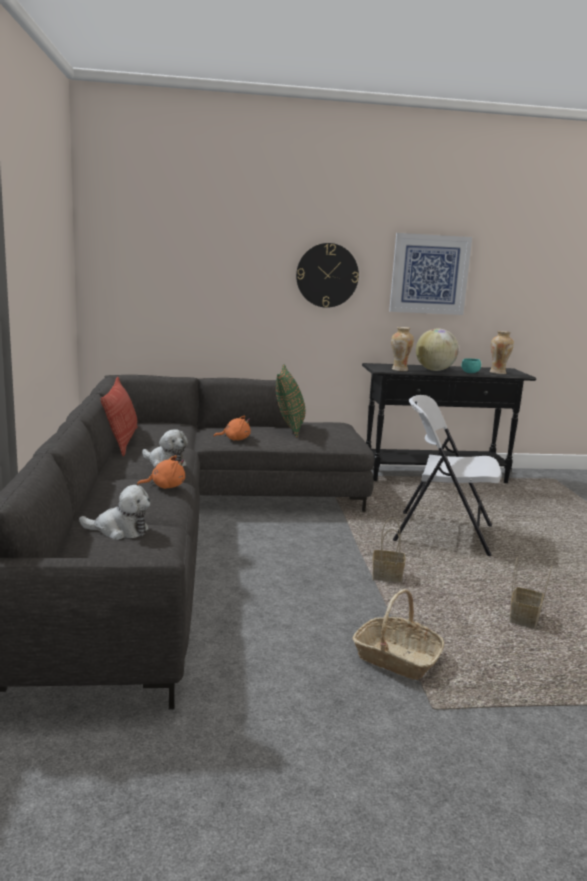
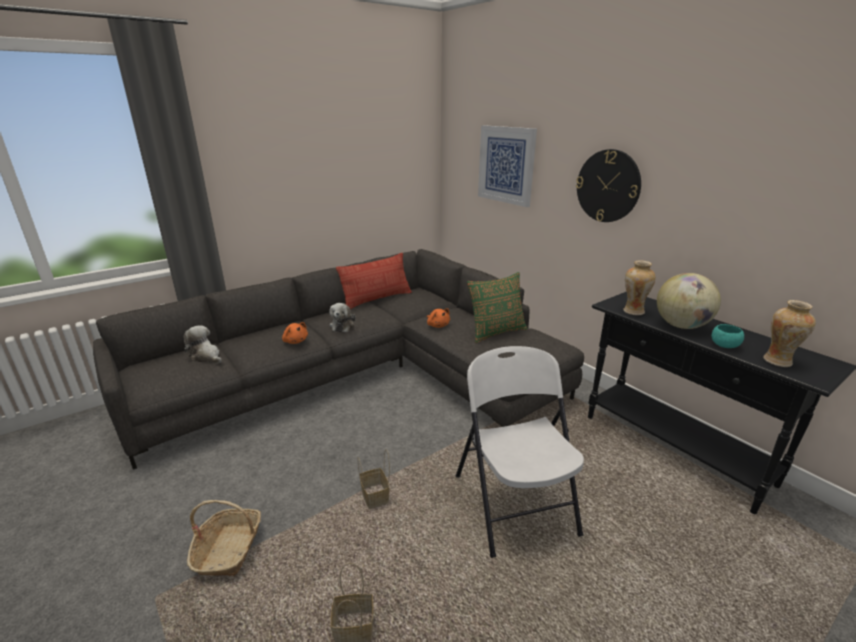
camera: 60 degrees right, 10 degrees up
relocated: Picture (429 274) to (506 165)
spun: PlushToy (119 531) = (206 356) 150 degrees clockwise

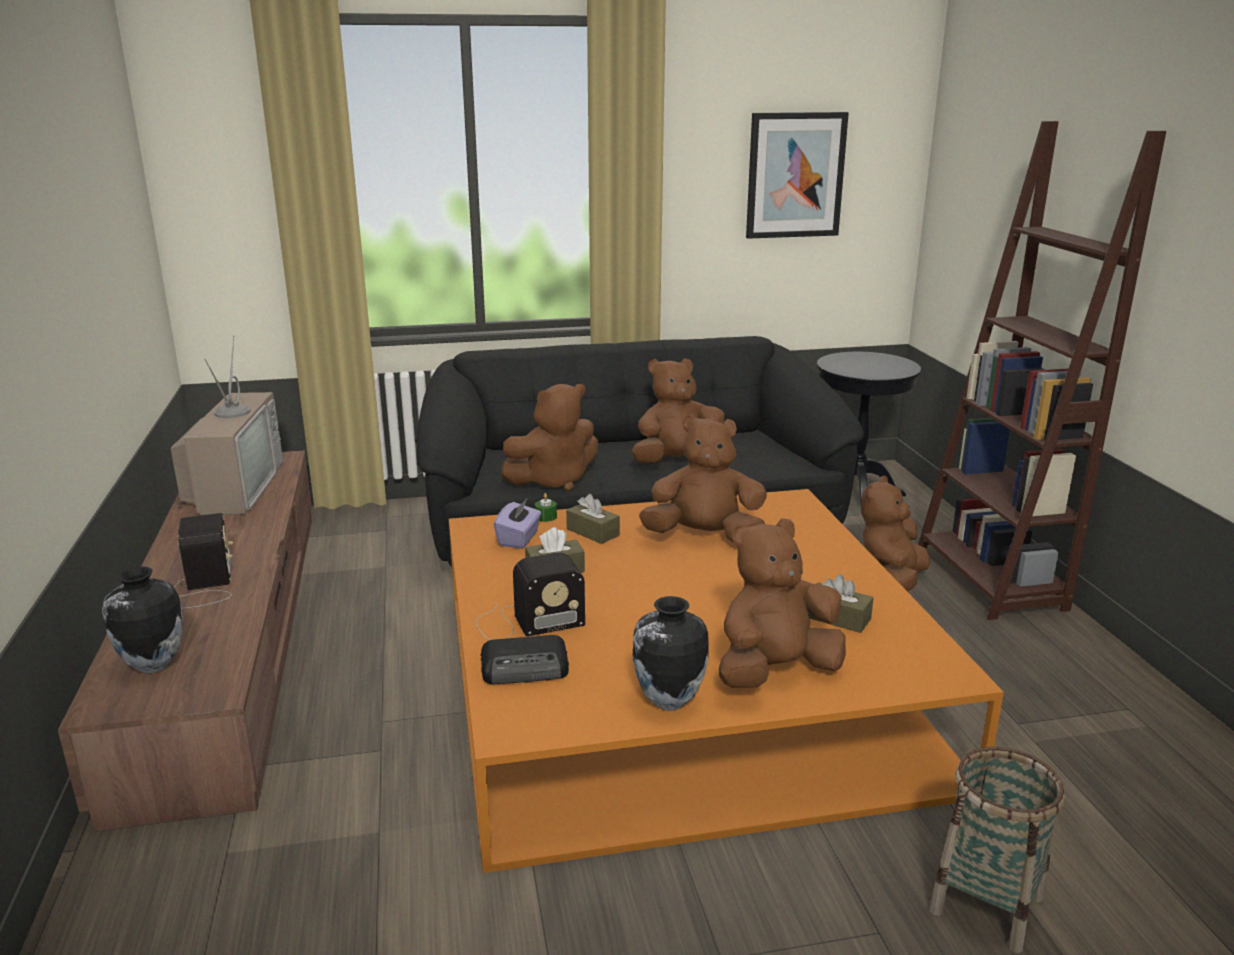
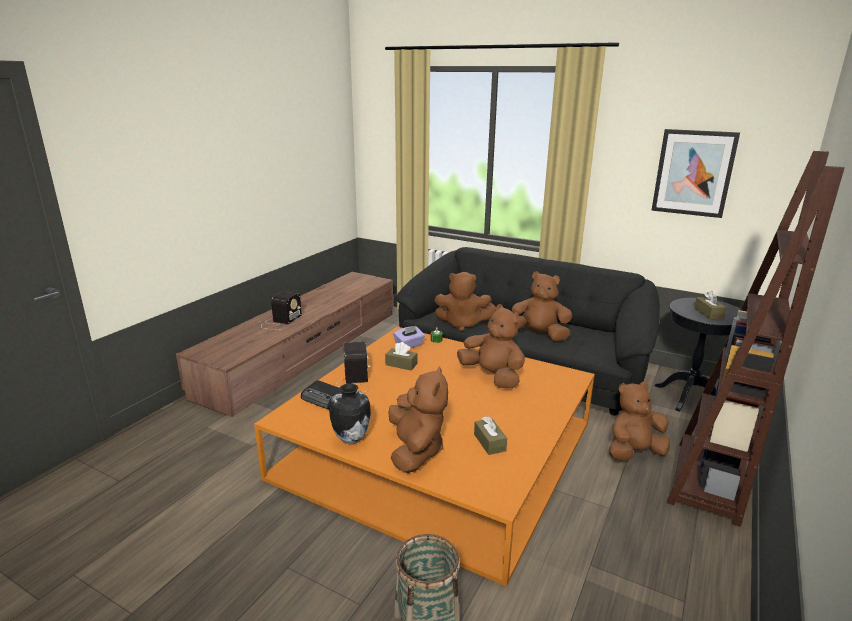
camera: 40 degrees right, 0 degrees up
missing: Television (234 487); Vase (152 665)
relocated: BrownTissueBox (592 532) to (708 313)
spun: BrownPlushToy (775 671) = (415 451) 75 degrees clockwise; Radio (526 622) = (354 381) 120 degrees counterclockwise

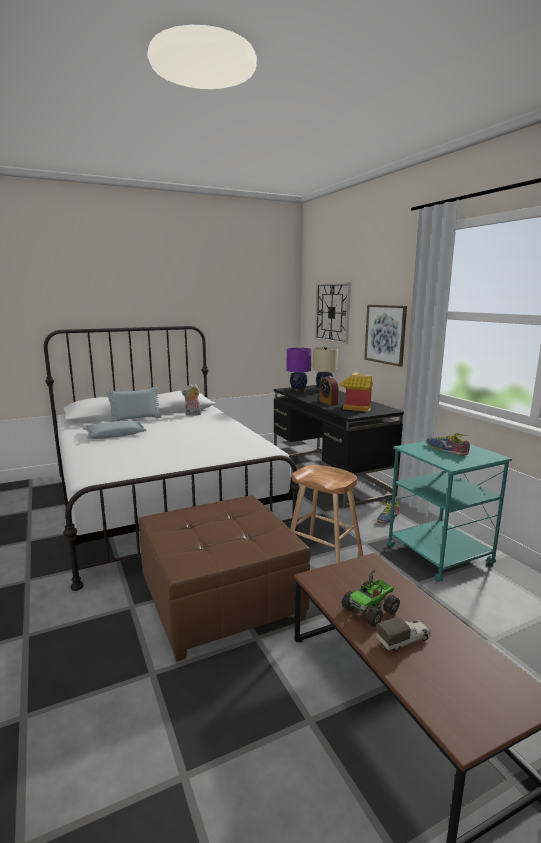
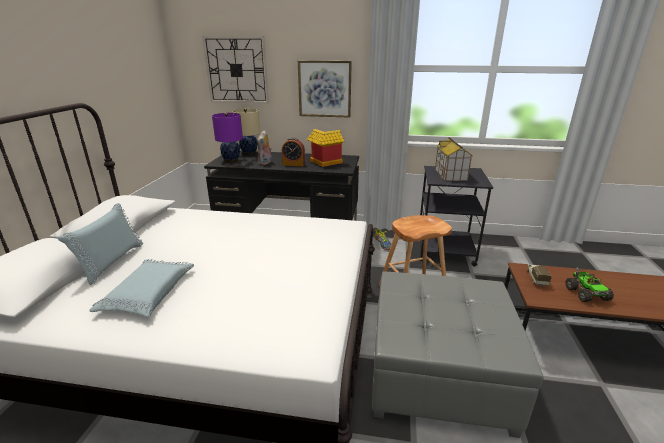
camera: 55 degrees left, 10 degrees up
relocated: PlushToy (193 415) to (265 163); ToyTruck (403 640) to (536 278)
exchanged: Shoe (446 449) to ToyHouse (451 174)
colour: TurquoiseCart (440 555) to BlackCart (446 250); BrownOttoman (221 598) to GreyOttoman (437 371)

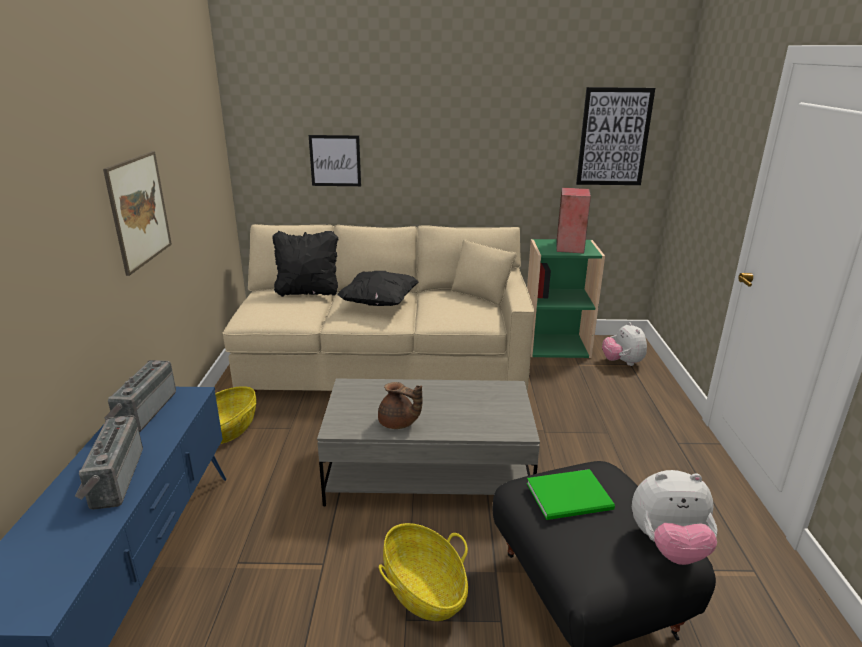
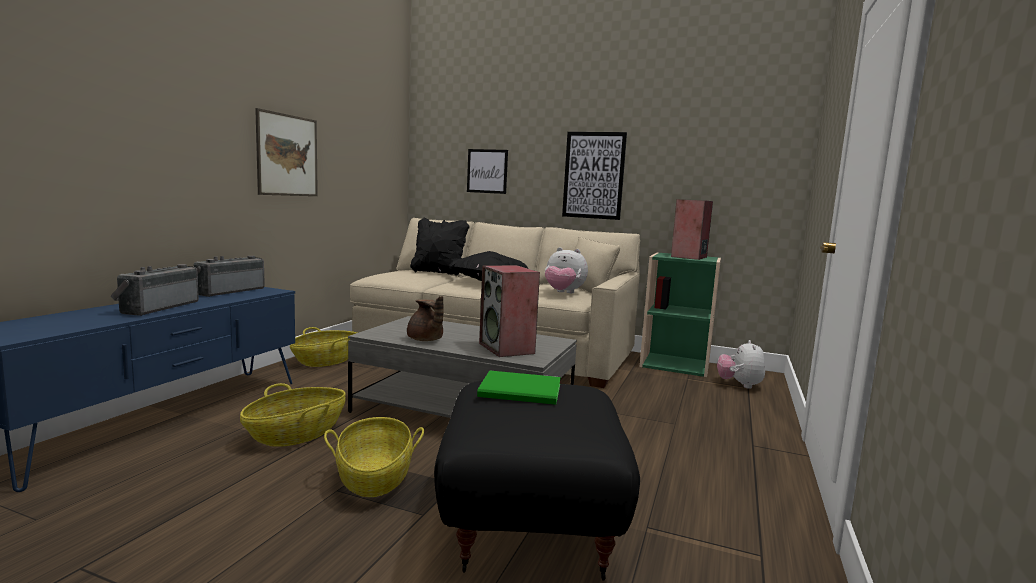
camera: 20 degrees right, 15 degrees down
appeared: Speaker (507 348); Basket (296 434)
relocated: Picture (614 137) to (593 175); PlushToy (668 546) to (563 293)

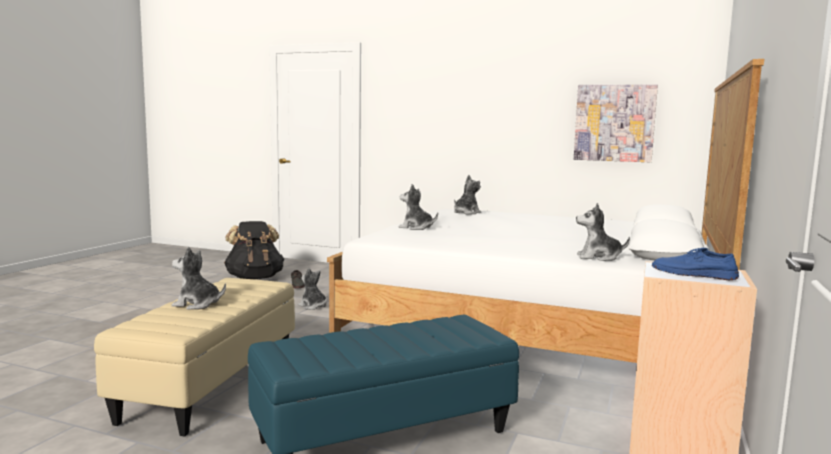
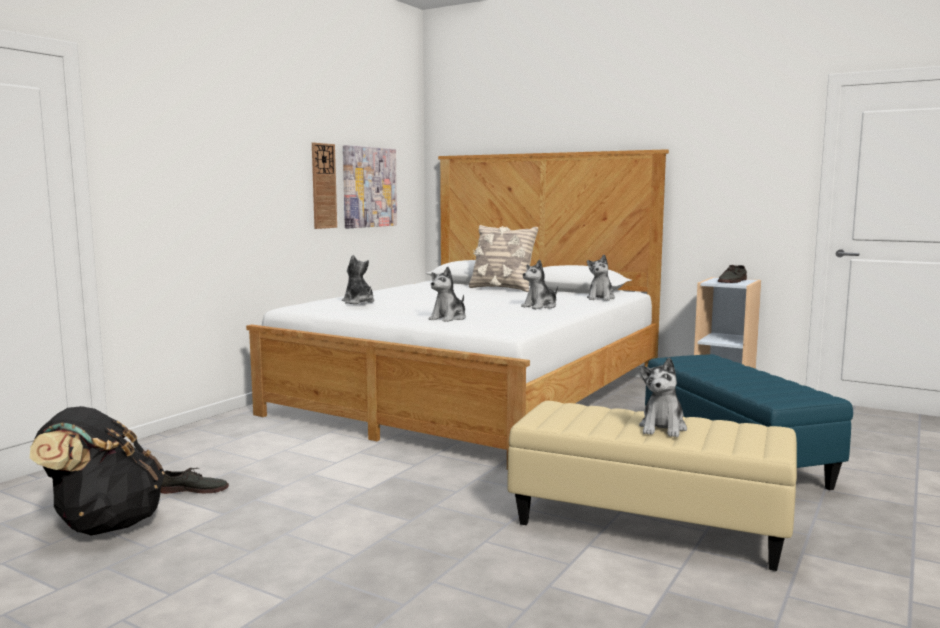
camera: 80 degrees left, 0 degrees up
appeared: WallClock (323 186); BeigePillow (502 289)
relocated: PlushToy (313 306) to (540 306)
colour: BlueShoe (693 274) to GreyShoe (733 281)

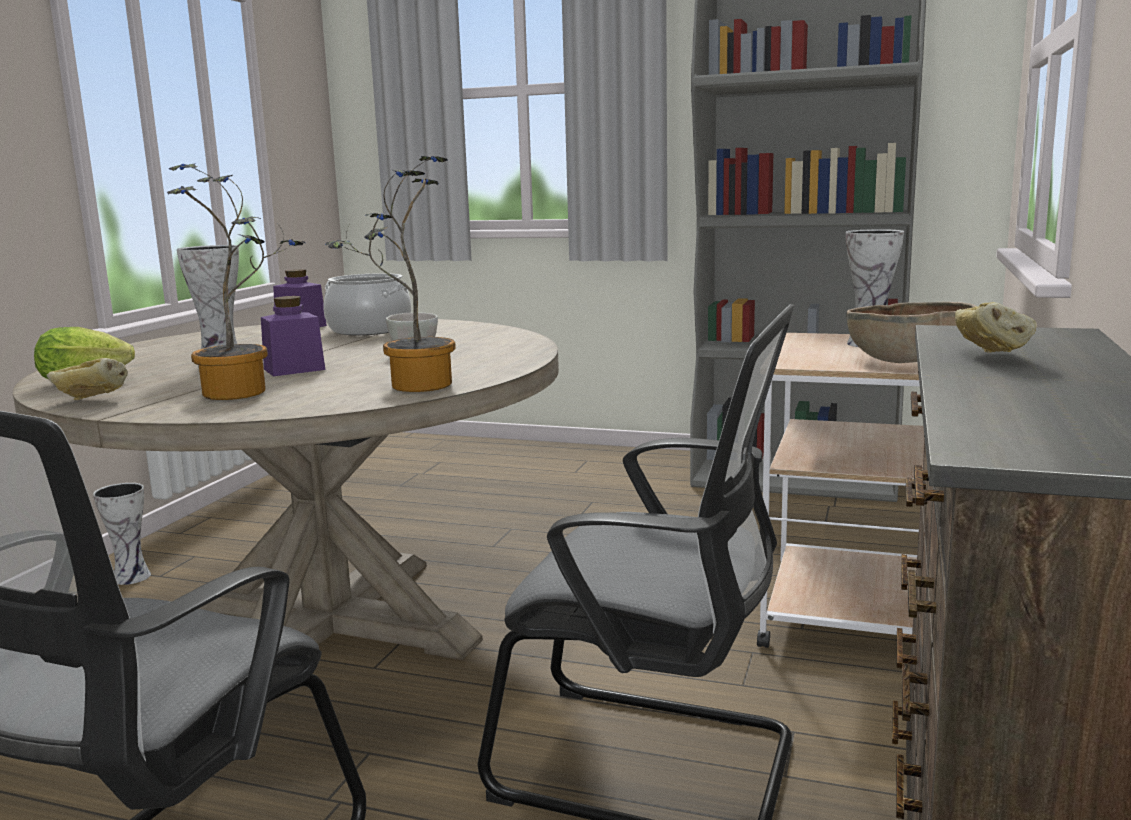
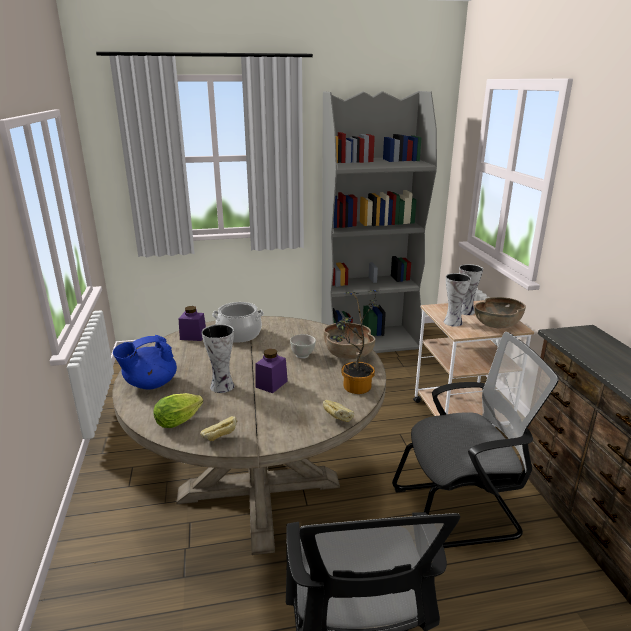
camera: 30 degrees left, 10 degrees up
missing: PottedPlant (245 392)
appeared: BrownBowl (347 355); BlueTeapot (150 384)
relocated: Bread (989 357) to (337 420); Vase (133 576) to (452 322)

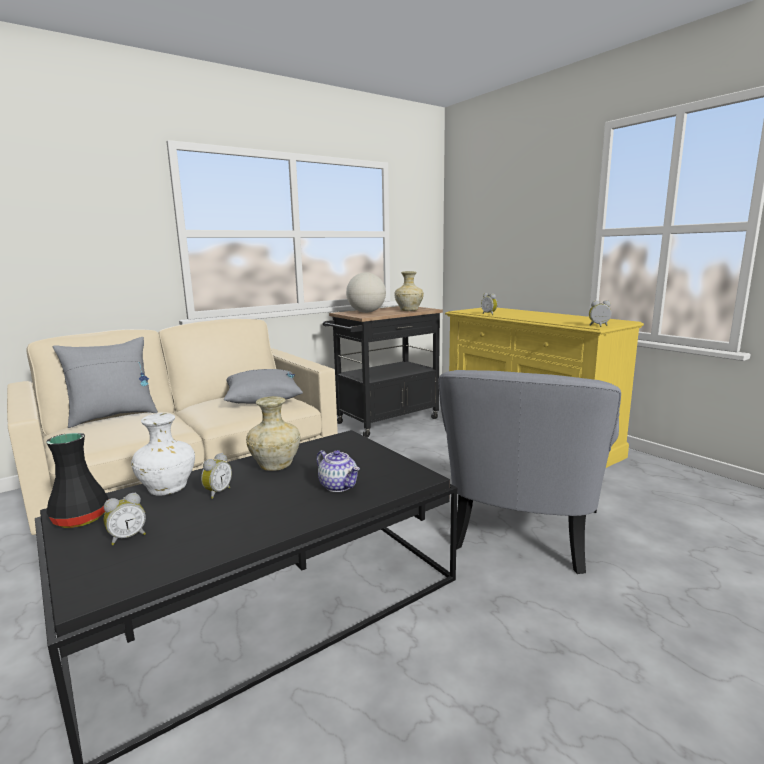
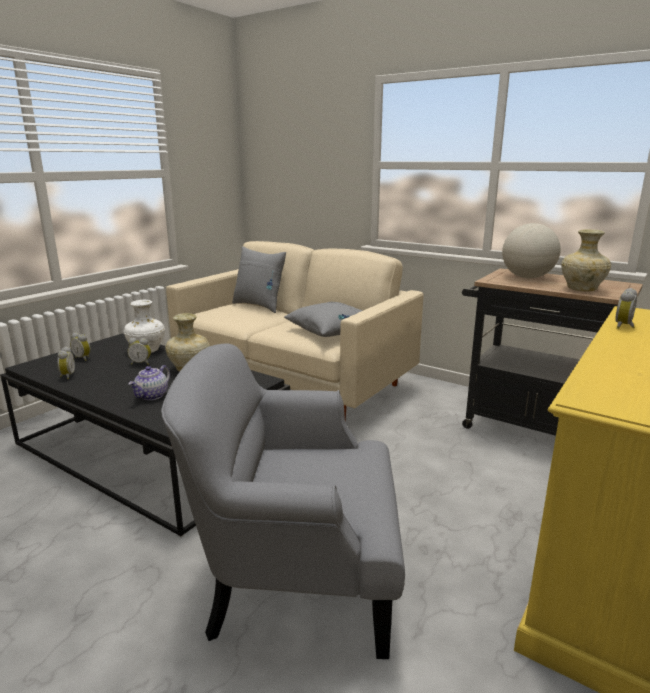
camera: 70 degrees right, 5 degrees up
missing: BlackVase (82 518)
relocated: AlarmClock (599 326) to (67 376)

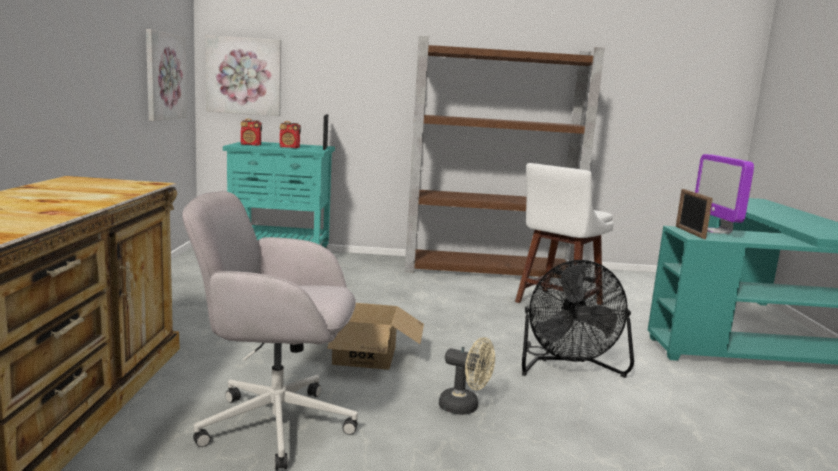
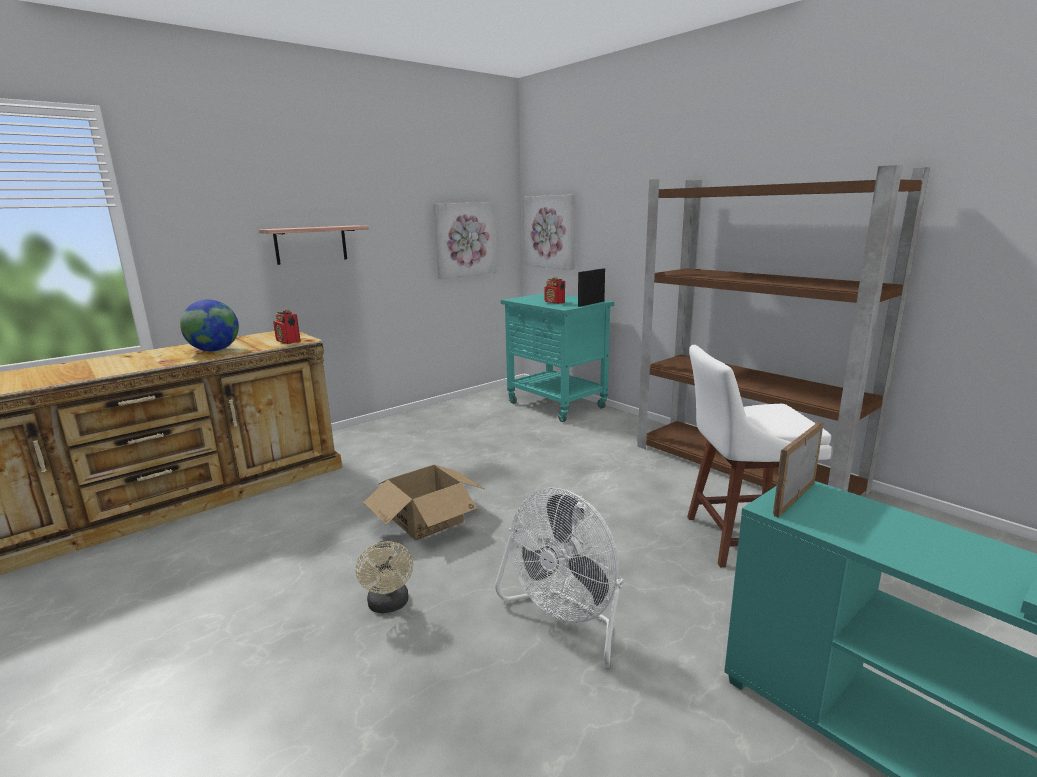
camera: 50 degrees right, 5 degrees up
missing: Monitor (716 231); GreyOfficeChair (275 425)
appeared: Shelf (311 244); Globe (214 350)
relocated: Radio (251 145) to (288 342)
colour: BlackFan (563 366) to WhiteFan (566 615)

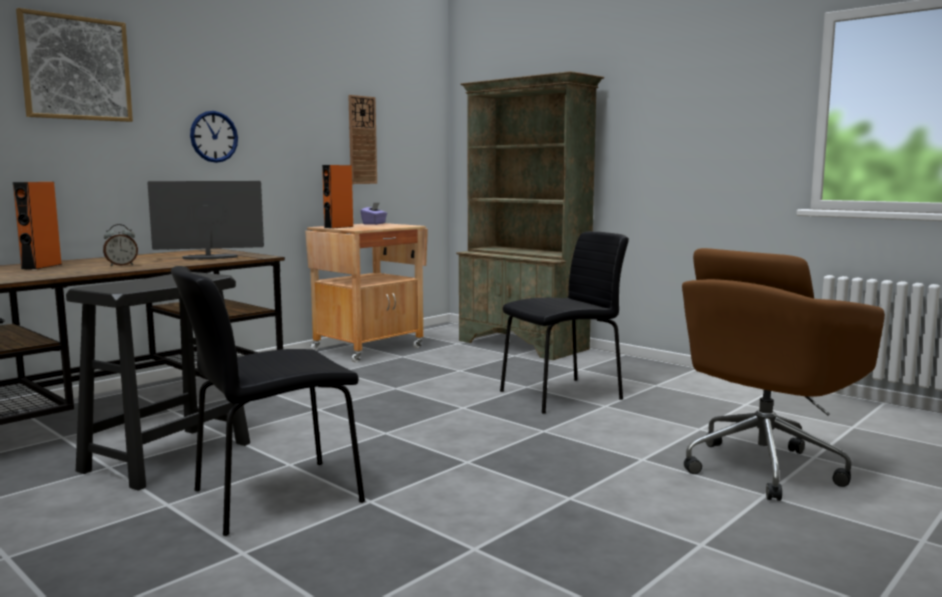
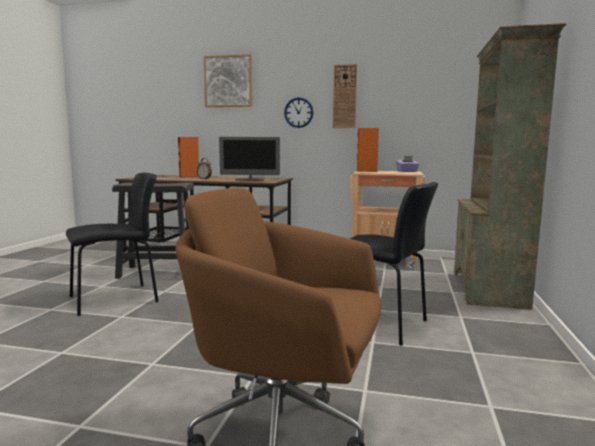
camera: 60 degrees right, 0 degrees up
relocated: WallClock (362 140) to (345 96)
spun: Monitor (209 257) = (250 180) 135 degrees clockwise; BlackChair (271 497) = (117 298) 120 degrees clockwise

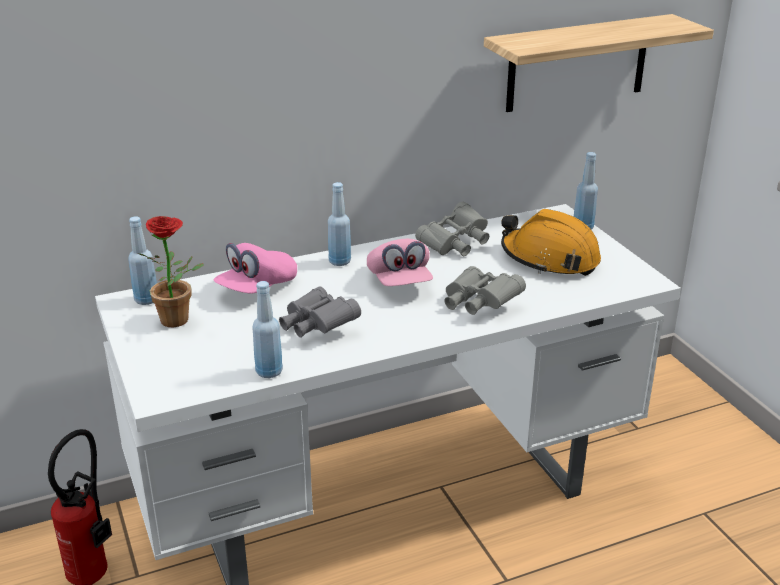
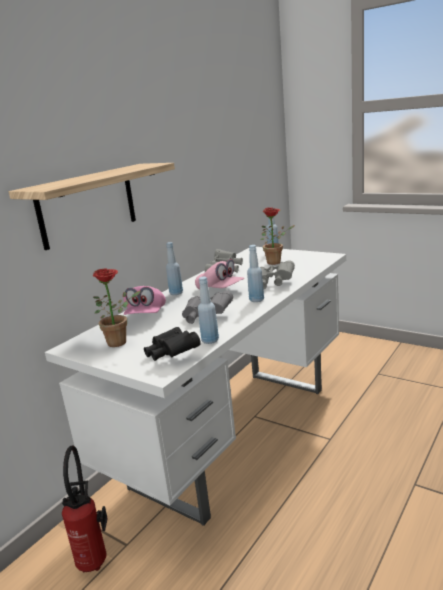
camera: 30 degrees left, 10 degrees down
appeared: BlackBinoculars (171 354)
relocated: Shelf (577 63) to (87 205); BlueBottle (146 300) to (256 300)
exchanged: OrangeHardHat (550 258) to PottedPlant (277 262)

